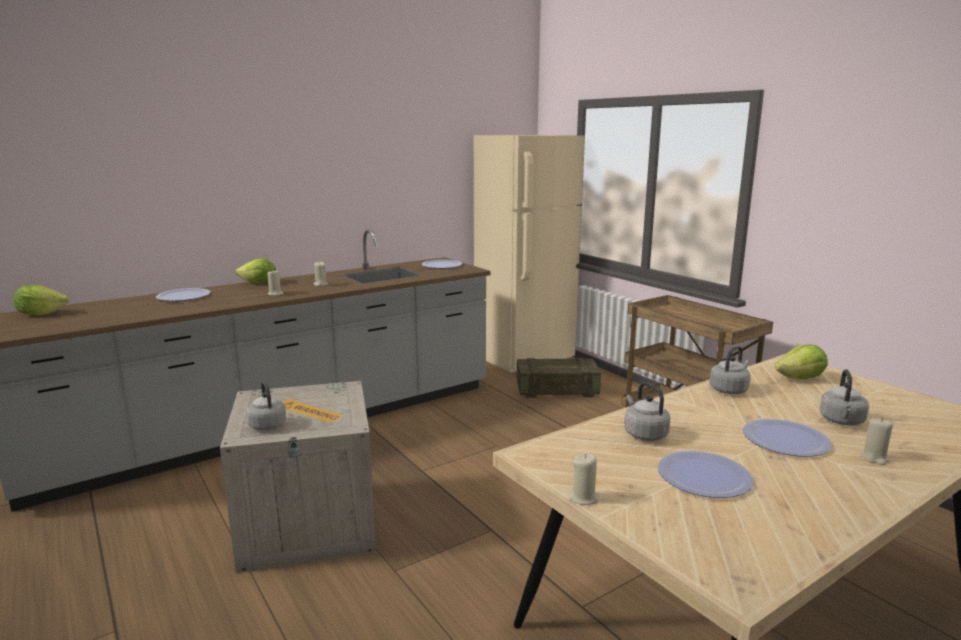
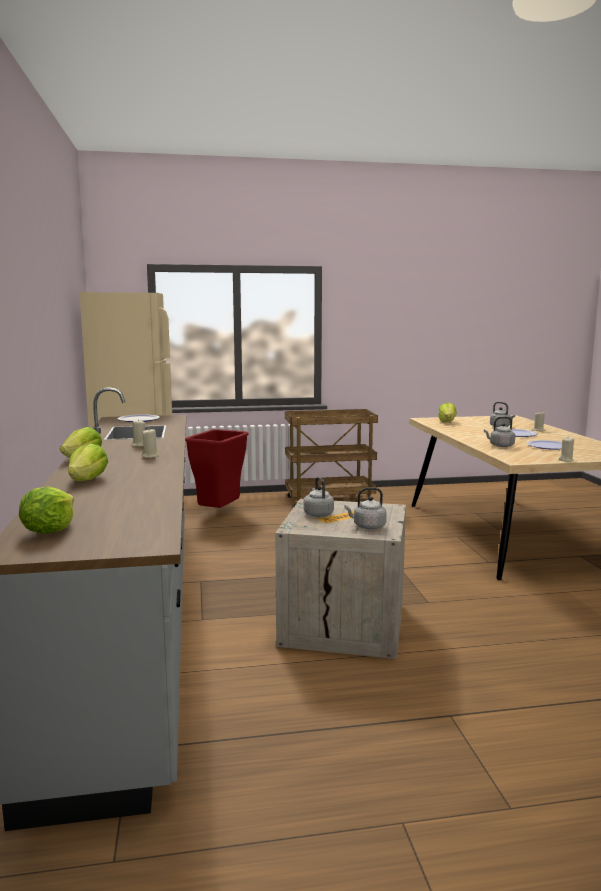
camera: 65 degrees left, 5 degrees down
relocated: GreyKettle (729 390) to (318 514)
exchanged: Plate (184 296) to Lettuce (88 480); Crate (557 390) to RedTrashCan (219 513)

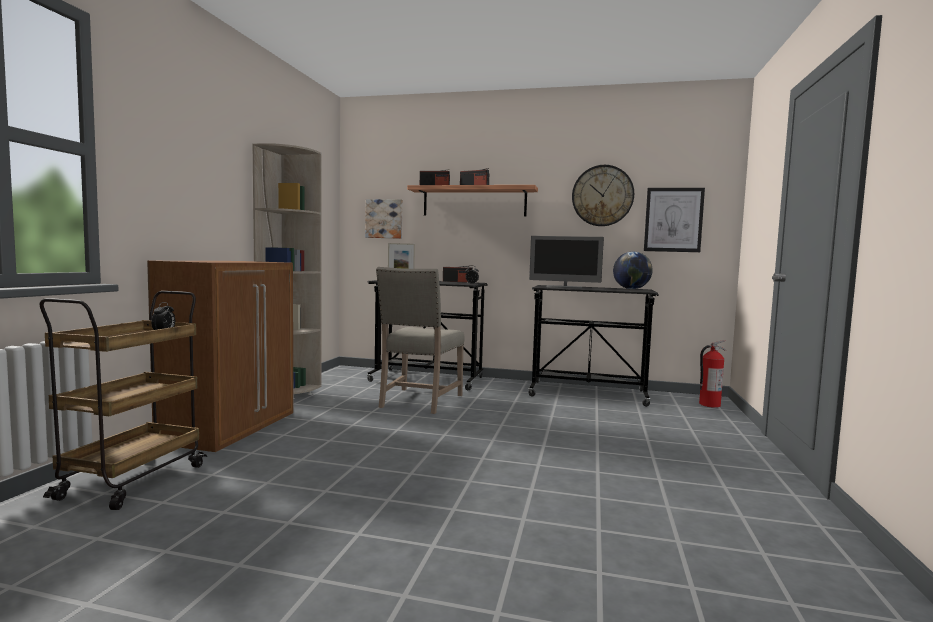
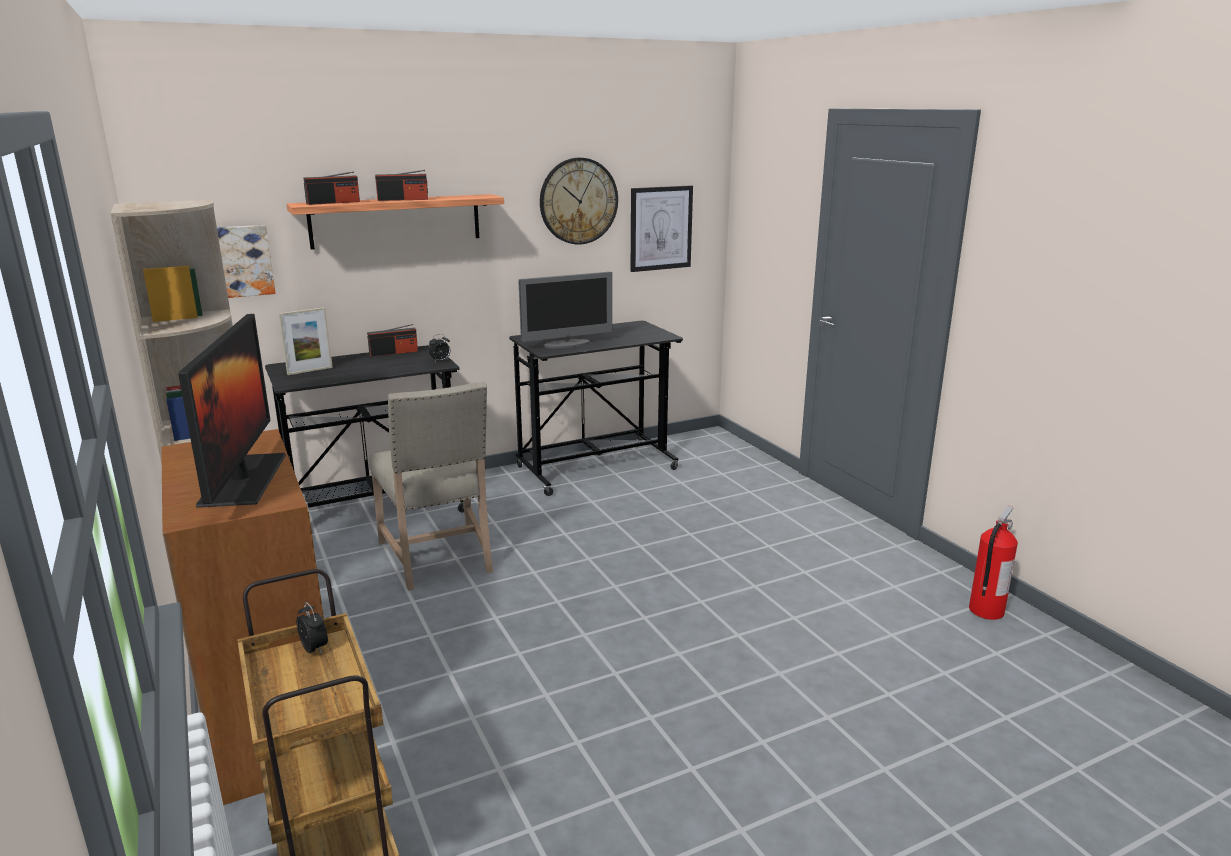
camera: 40 degrees left, 15 degrees up
missing: Globe (631 289)
appeared: Monitor (244 479)
relocated: FireExtinguisher (709 405) to (985 611)

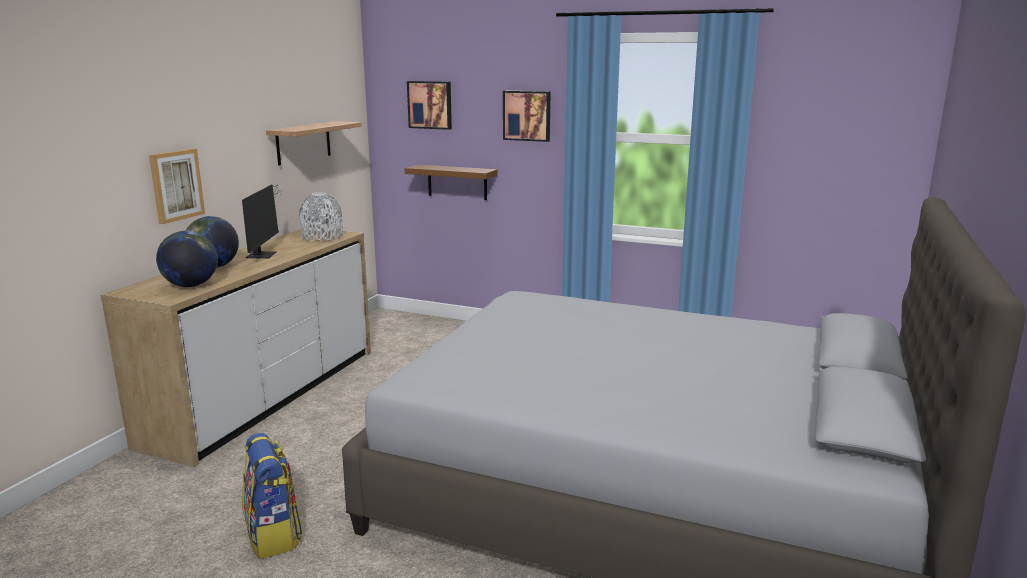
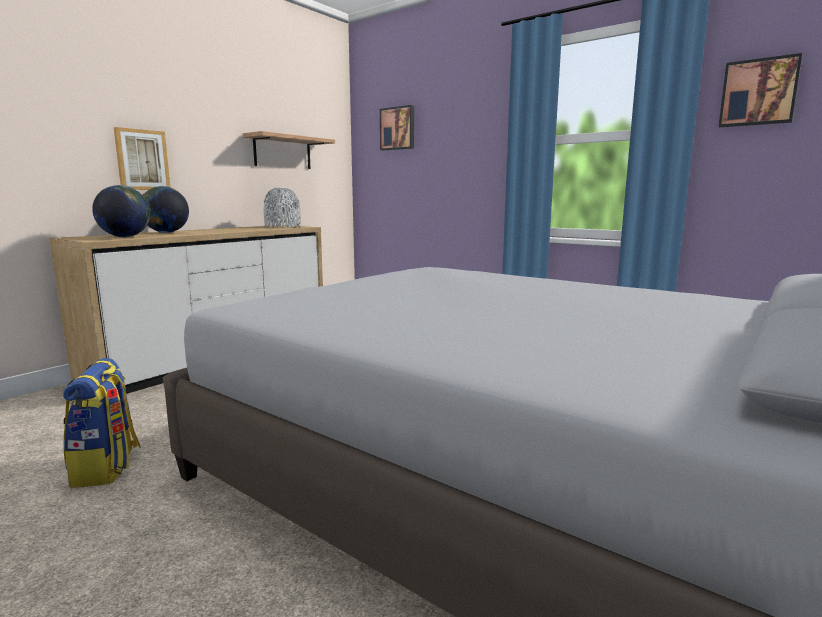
camera: 15 degrees right, 5 degrees down
missing: BrownShelf (457 182); Monitor (263 254)
relocated: Picture (527 115) to (758 92)

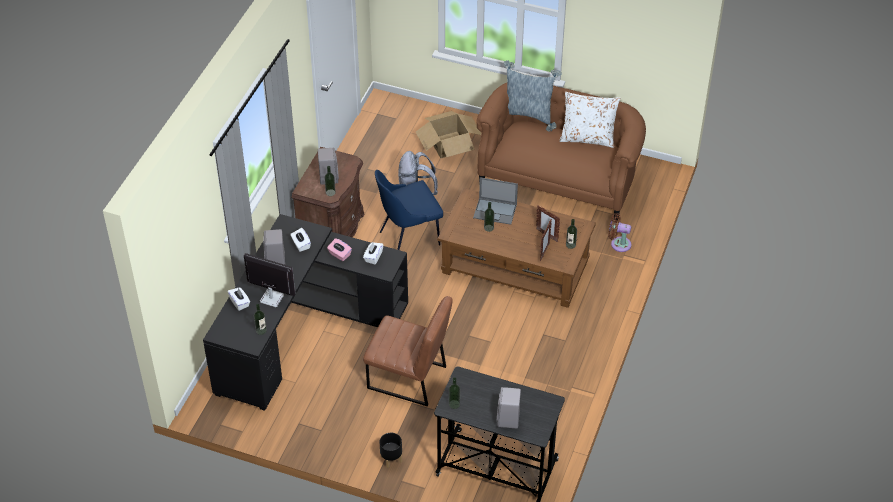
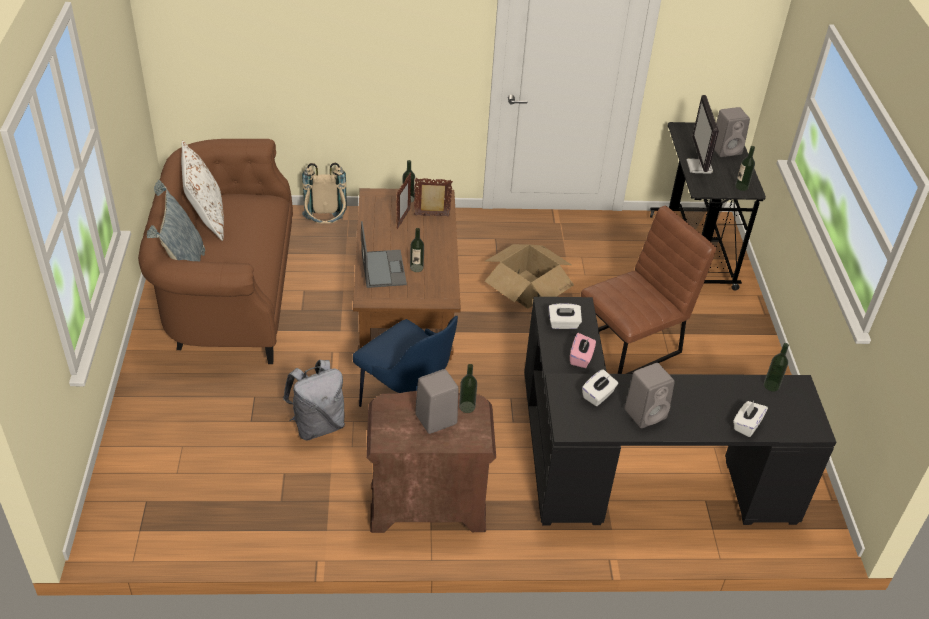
camera: 115 degrees left, 5 degrees down
missing: BlackPlanter (391 459)
relocated: CardboardBox (449 145) to (527 288); Monitor (271 298) to (699 167)
exchanged: BrownFan (618 244) to BeigeBackpack (326 226)
spun: BrownChair (409 378) = (631 345) 60 degrees clockwise

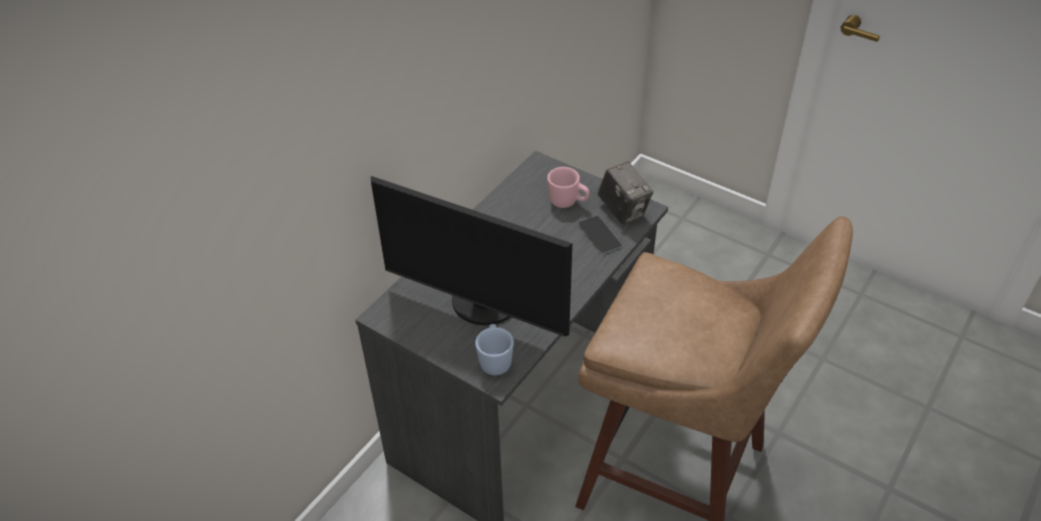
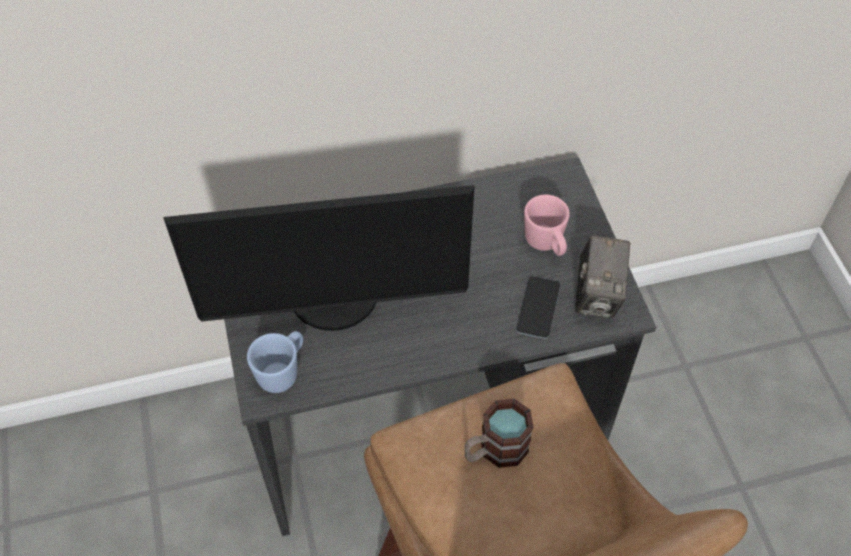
camera: 40 degrees right, 10 degrees up
appeared: Mug (495 450)
spun: Monitor (482 304) = (335 301) 75 degrees counterclockwise

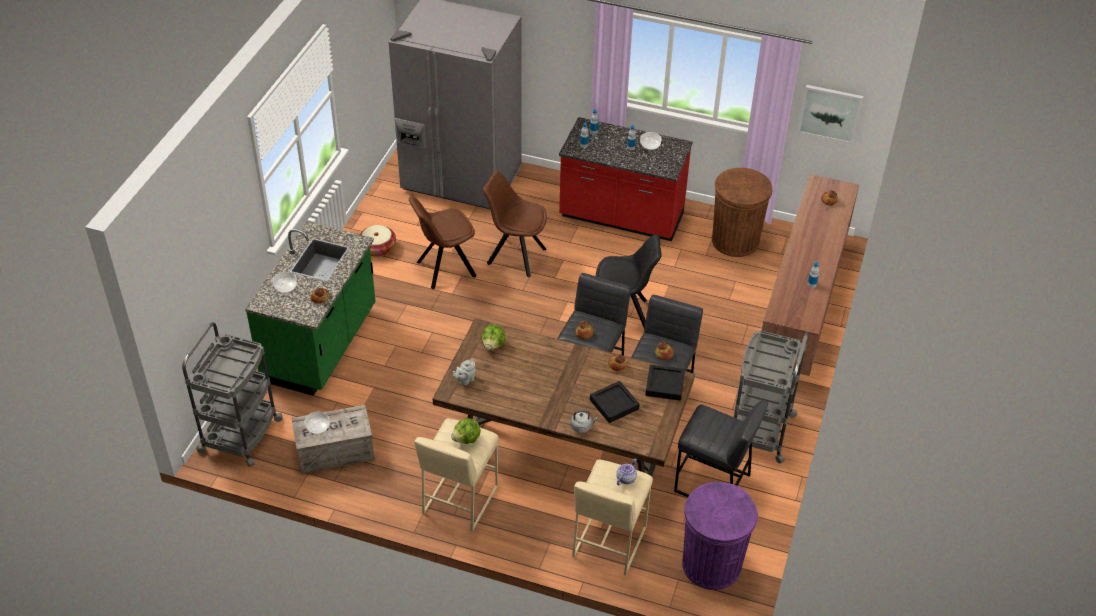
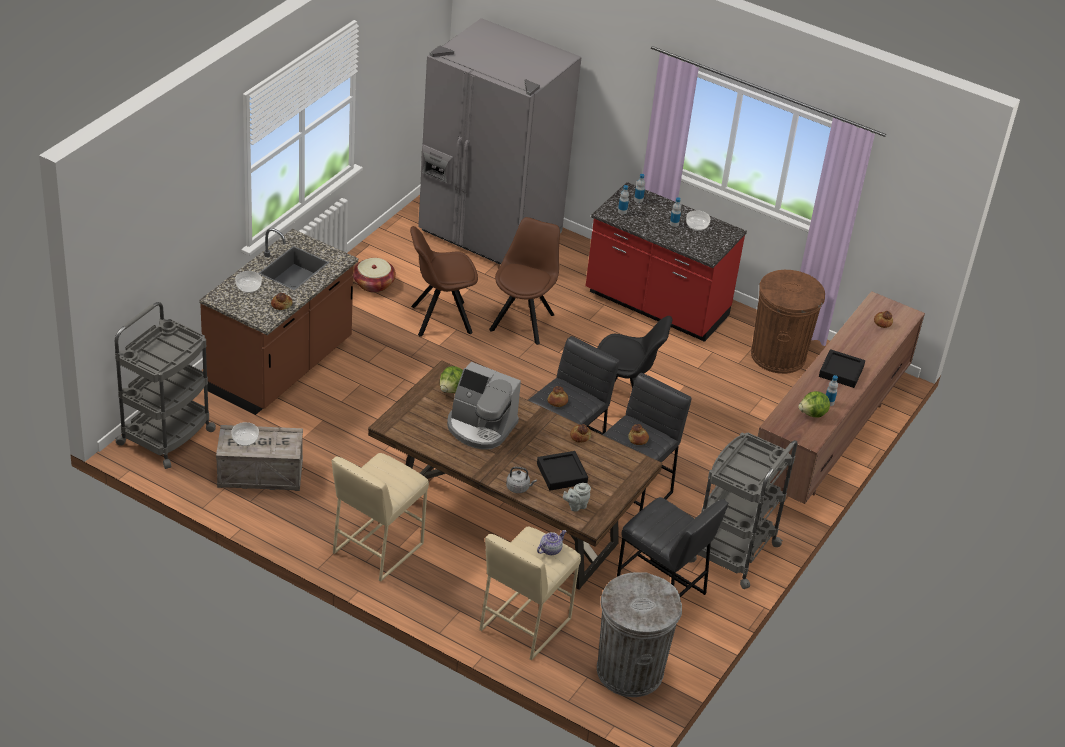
camera: 10 degrees right, 5 degrees down
missing: Picture (830 113)
appeared: CoffeeMachine (480 427)
relocated: GreyTeapot (465 380) to (576 506); BlackTray (664 385) to (841 372); Lettuce (467 439) to (813 414)
colour: GreenCounter (322 345) to BrownCounter (281 367); PurpleTrashCan (711 565) to GreyTrashCan (629 671)
spun: BrownChair (516 256) = (523 322) 75 degrees clockwise

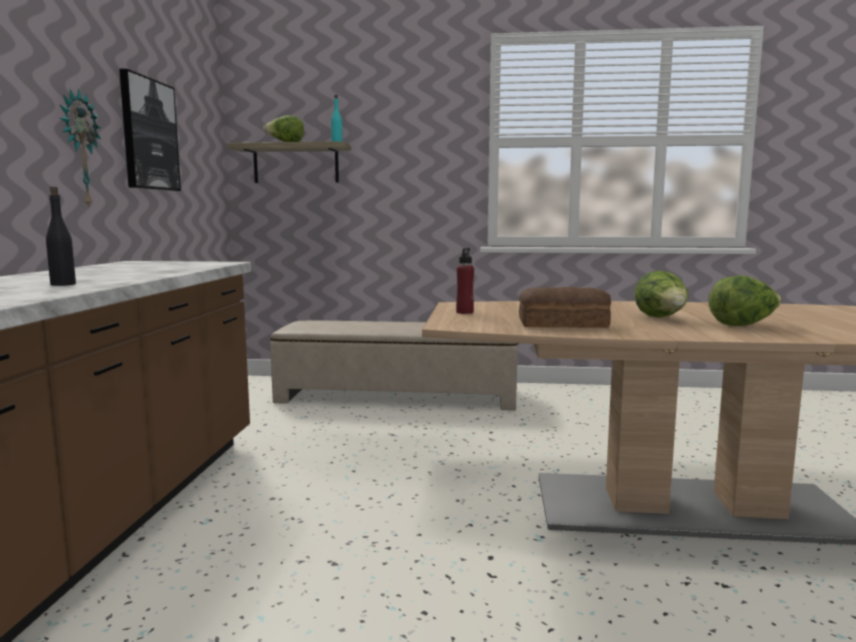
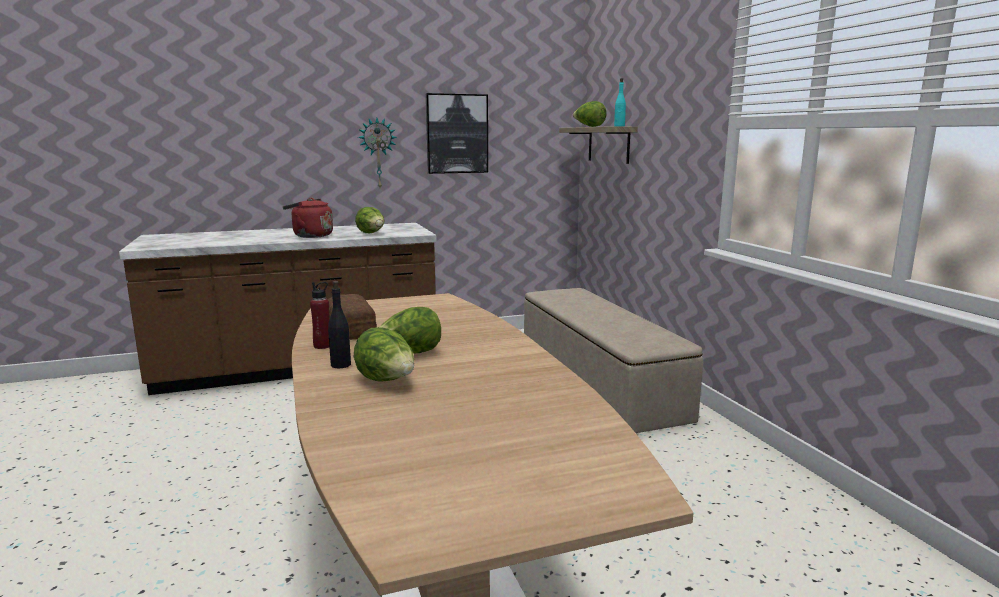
camera: 65 degrees right, 5 degrees up
appeared: RedKettle (310 236); Lettuce (371 233)
relocated: BlackBottle (63 284) to (341 365); RedBottle (465 312) to (322 346)

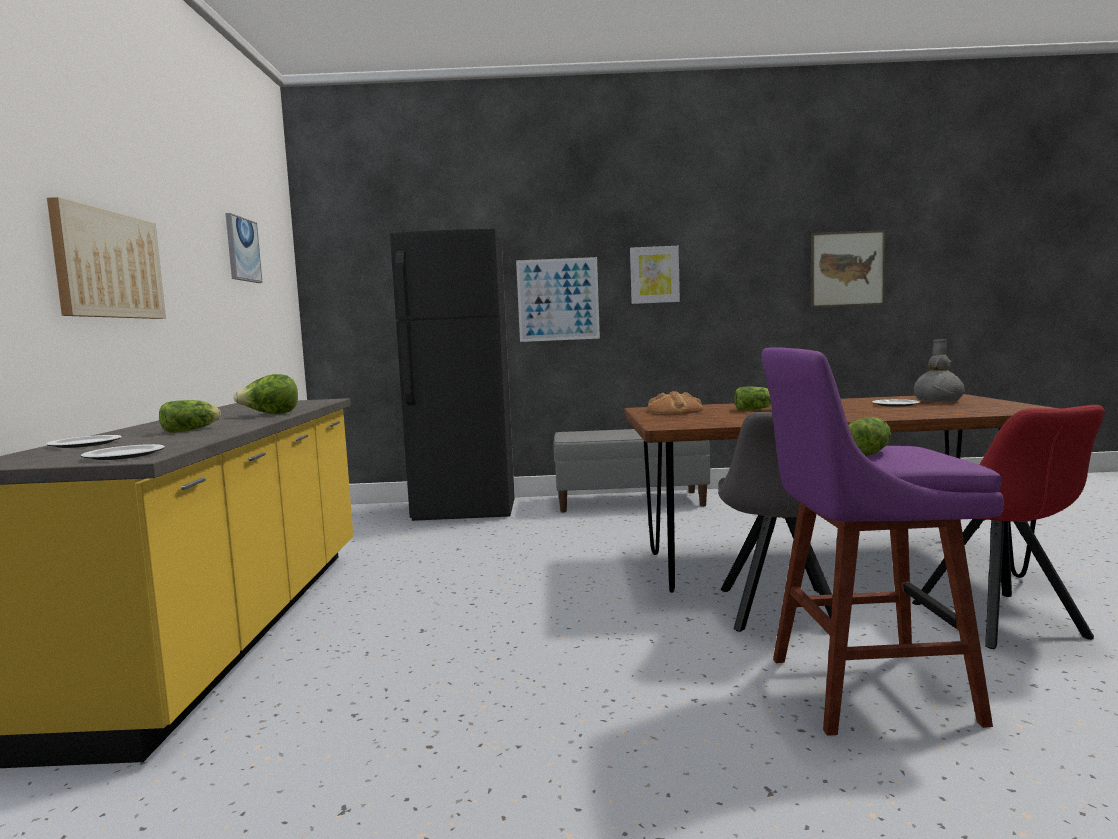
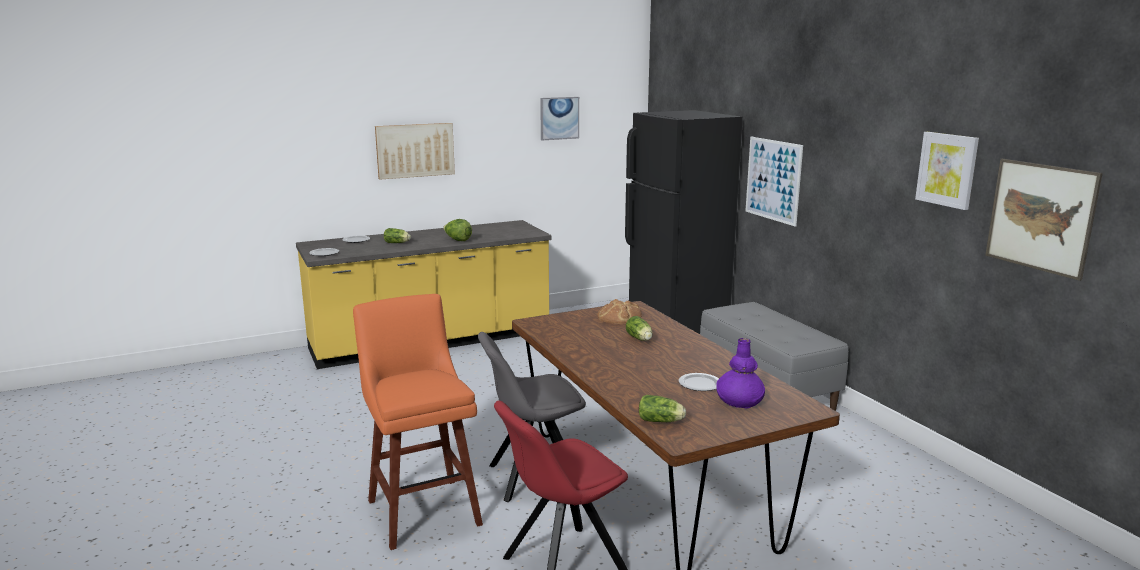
camera: 65 degrees right, 10 degrees up
relocated: Picture (654 275) to (947 169); Lettuce (870 452) to (662 421)
colour: GreyVase (938 401) to PurpleVase (739 401); PurpleStool (865 689) to OrangeStool (423 510)

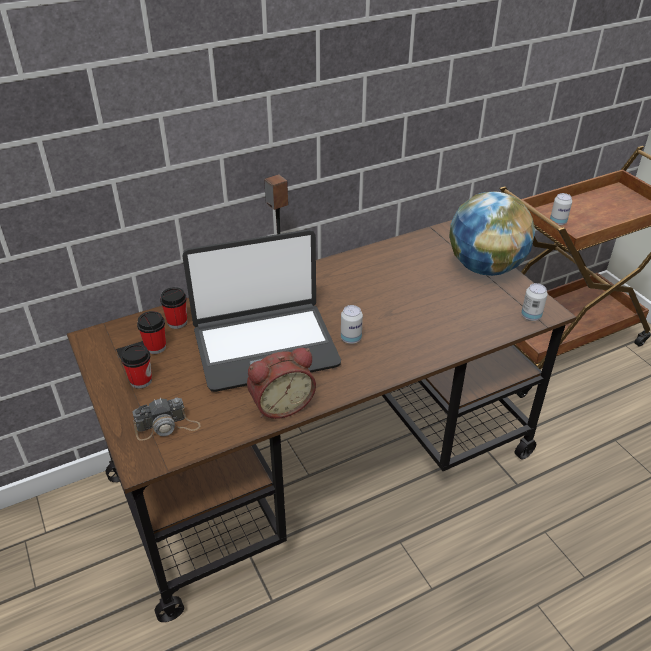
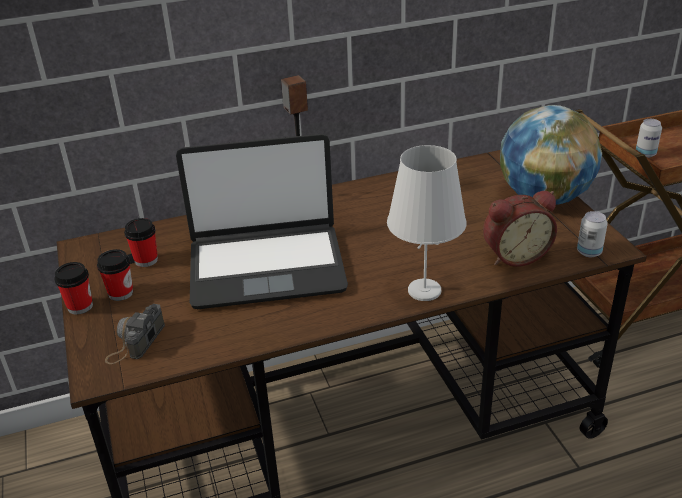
camera: 10 degrees right, 5 degrees down
missing: Can (351 338)
appeared: WhiteTableLamp (424 290)
relocated: Cup (177 322) to (80 306); AlarmClock (281 404) to (514 255)
spun: PhotoCamera (167 426) = (136 342) 120 degrees clockwise

